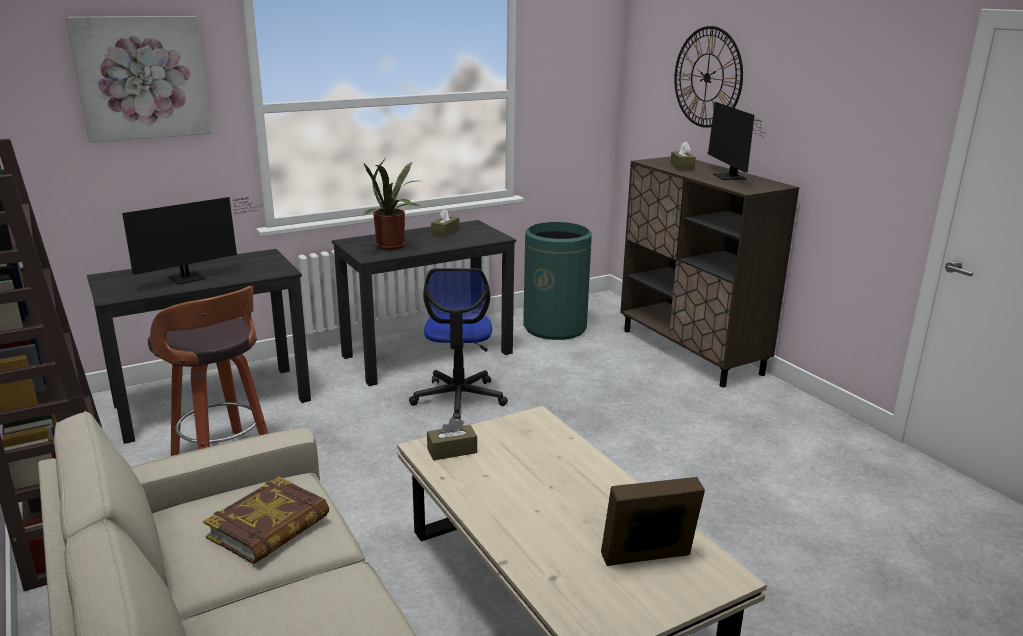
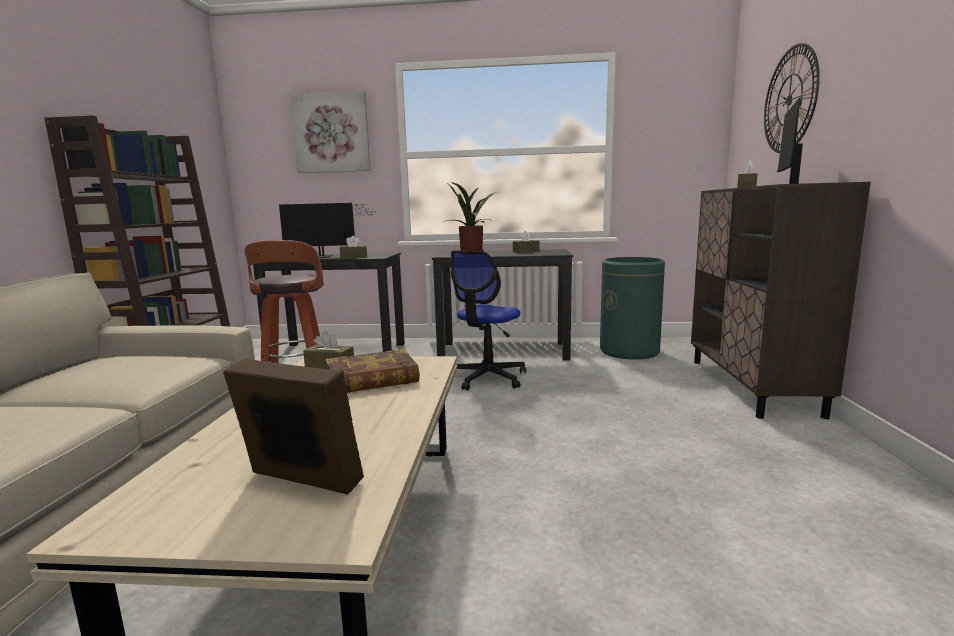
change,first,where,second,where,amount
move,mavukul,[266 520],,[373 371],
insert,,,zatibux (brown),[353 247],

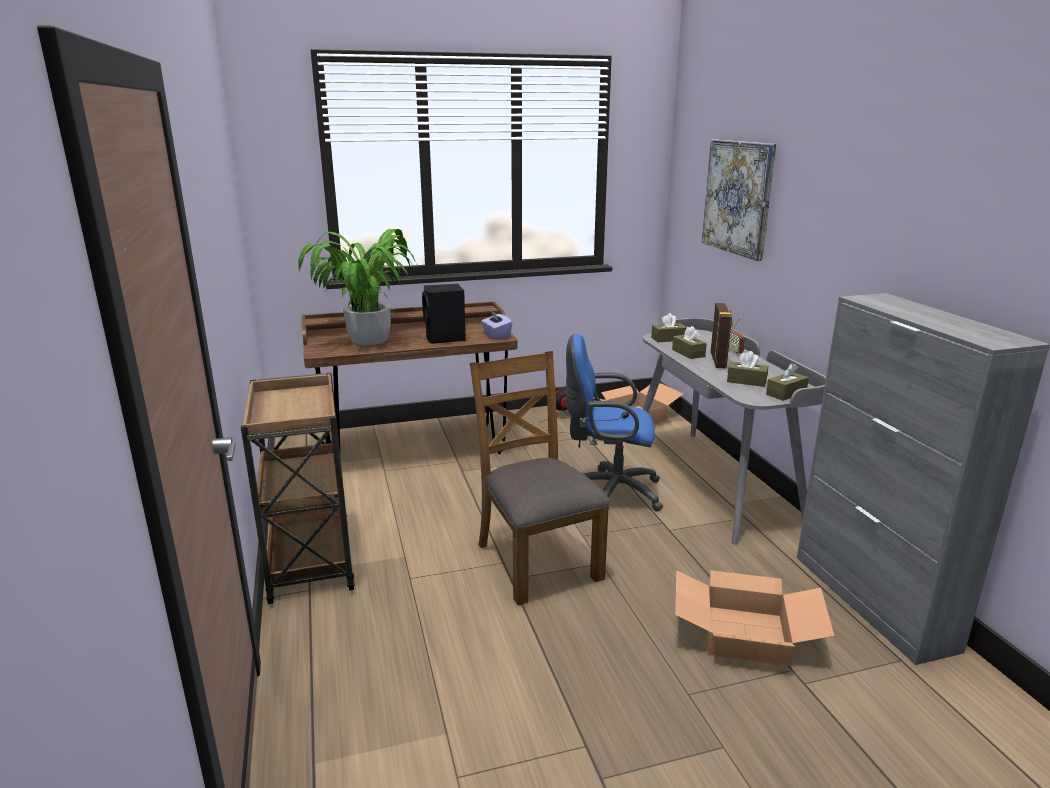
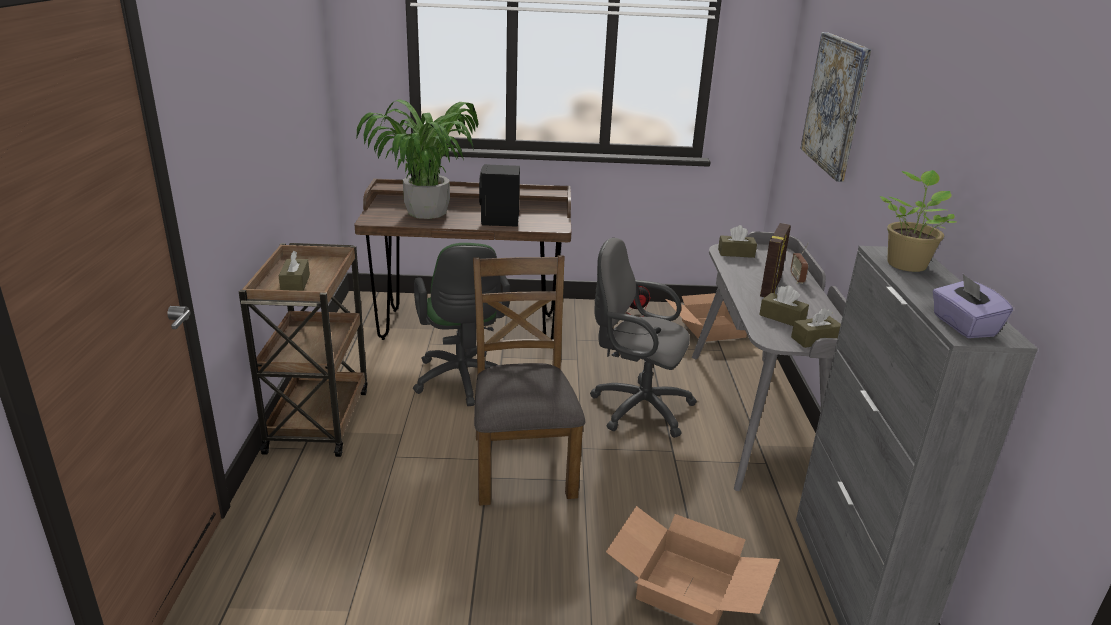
change,first,where,second,where,amount
move,zatibux (purple),[496 325],,[973 306],
move,zatibux (brown),[689 342],,[294 271],
recolor,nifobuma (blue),[614 423],nifobuma (grey),[643 337],
insert,,,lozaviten,[918 221],
insert,,,nifobuma (green),[461 324],

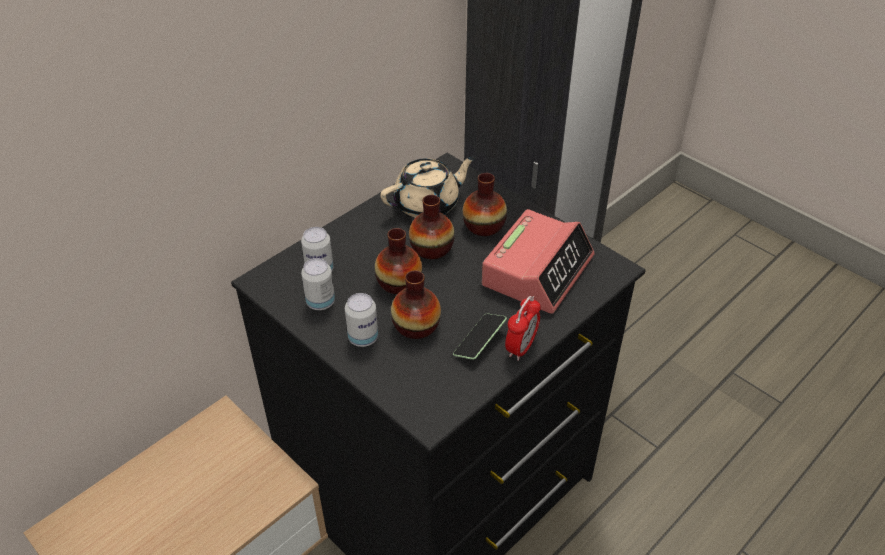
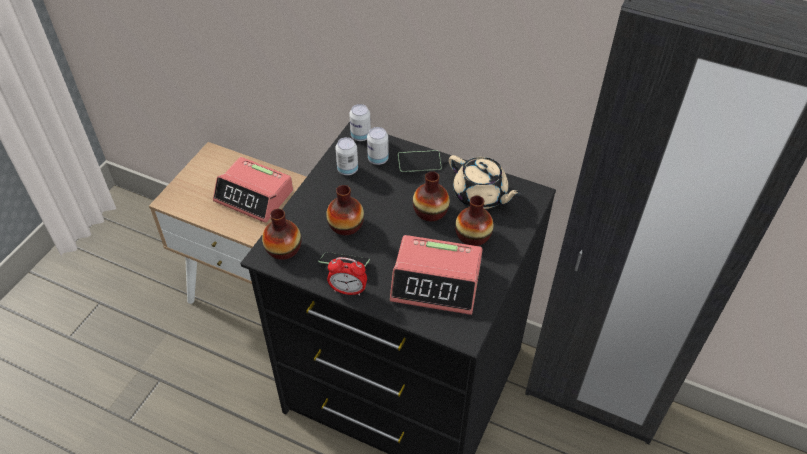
change,first,where,second,where,amount
move,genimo,[398 261],,[281 234],
move,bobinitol,[361 320],,[360 122],
insert,,,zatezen,[420 161],
insert,,,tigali,[253 190],

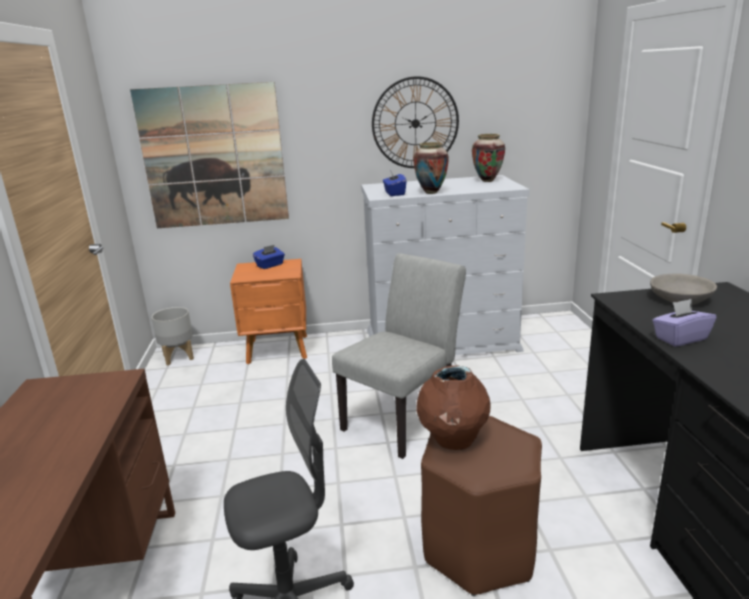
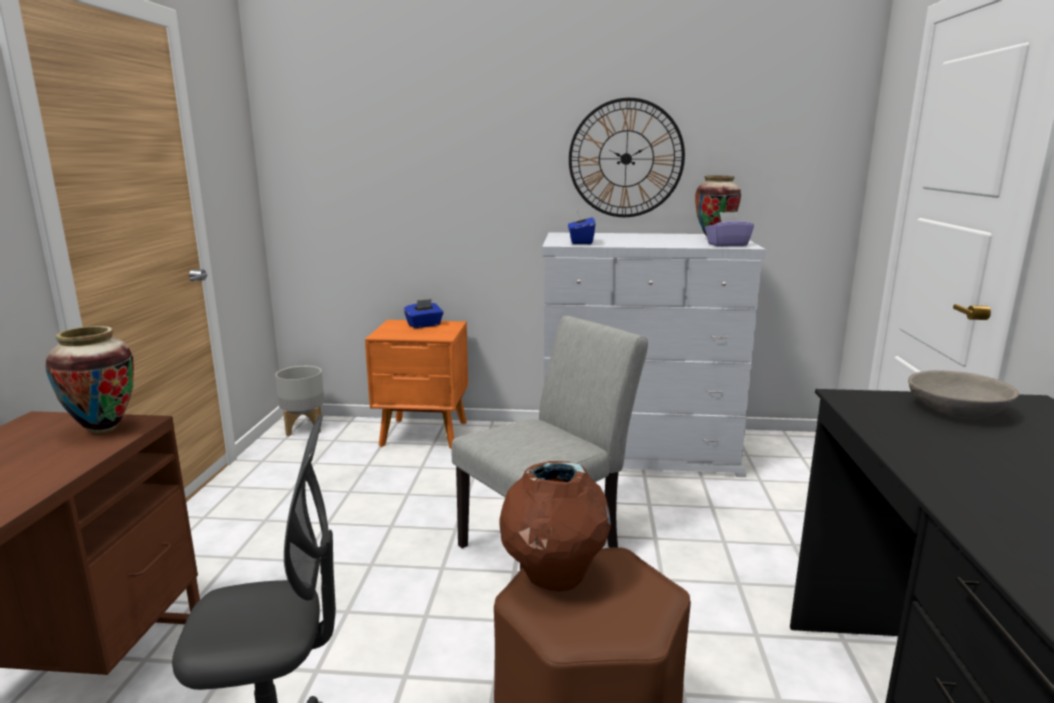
change,first,where,second,where,amount
delete,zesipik,[209 155],,,
move,genimo,[431 168],,[90 380],
move,zatibux (purple),[684 323],,[729 229],

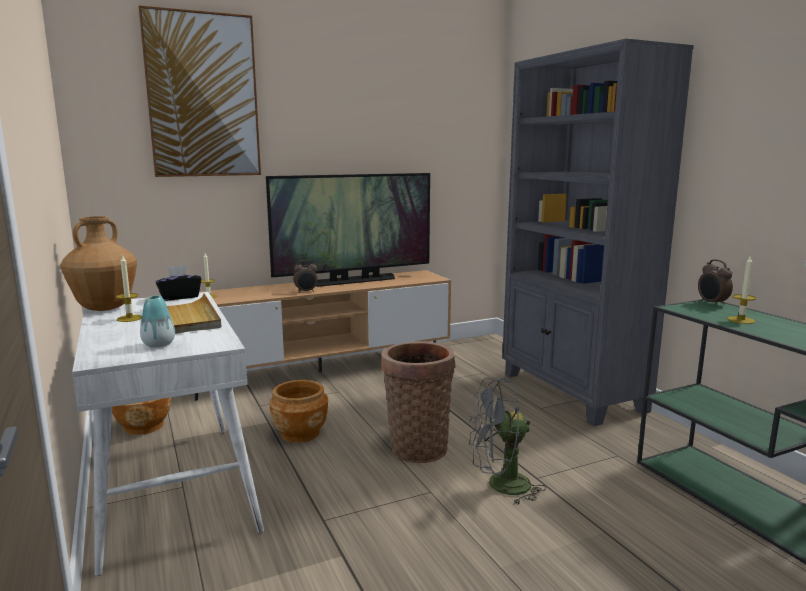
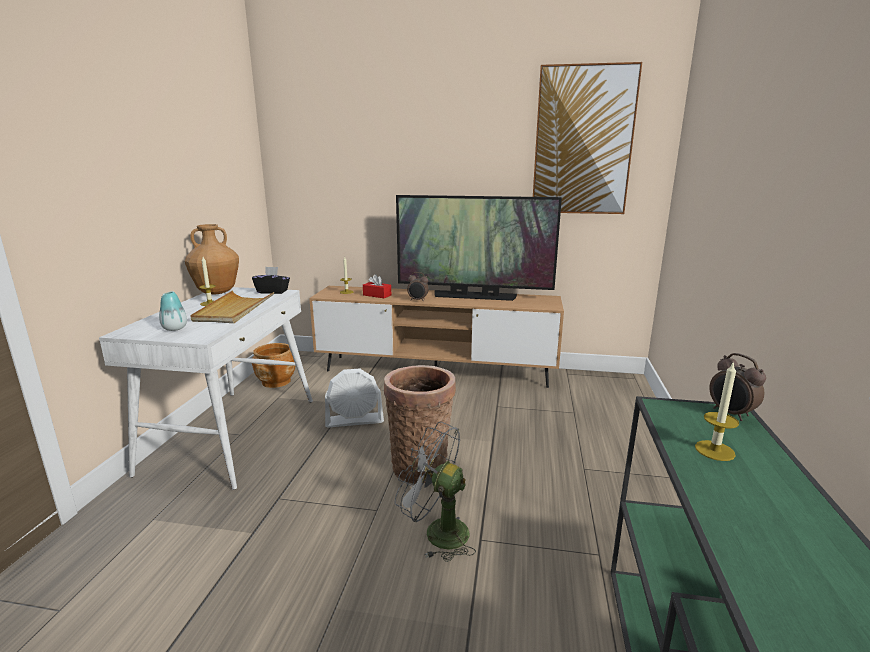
change,first,where,second,where,amount
move,zesipik,[200 91],,[587 138],
delete,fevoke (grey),[598 232],,,
rotate,tigali,[715 282],,[737 387],45 degrees counterclockwise
replace,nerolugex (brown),[299 411],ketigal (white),[354 398],
insert,,,zatibux (red),[377 286],

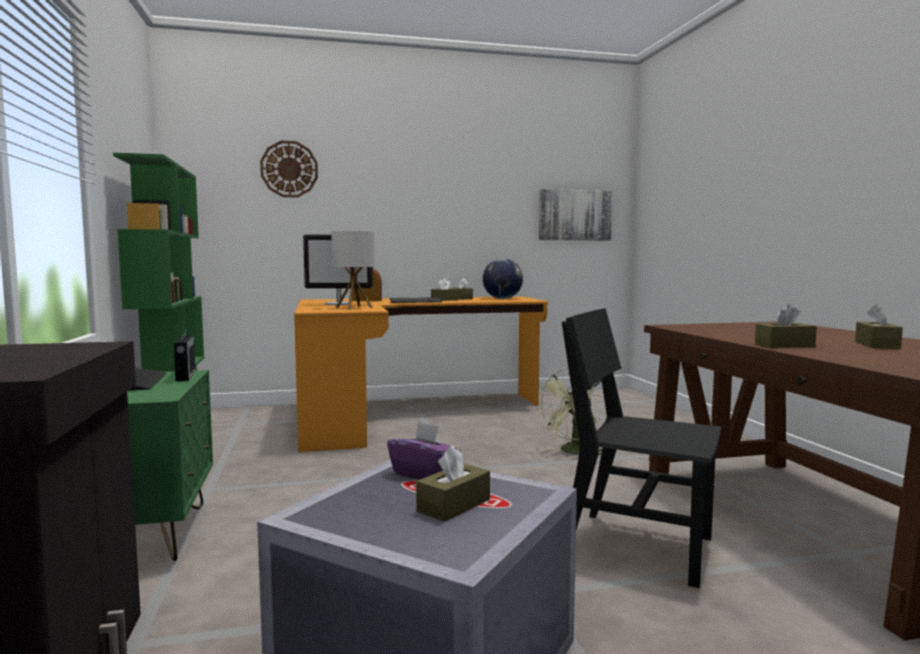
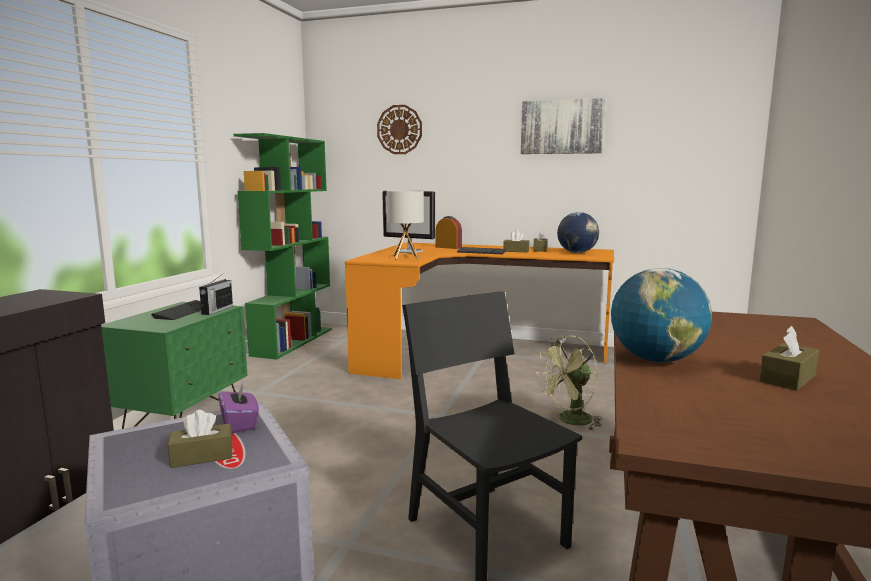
change,first,where,second,where,amount
move,zesipik,[576 214],,[563 126],
replace,zatibux (brown),[786 326],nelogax,[661 315],

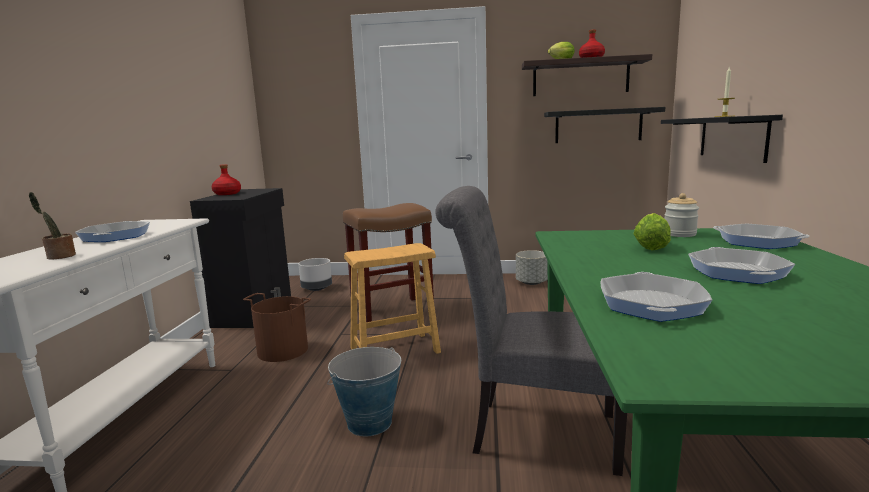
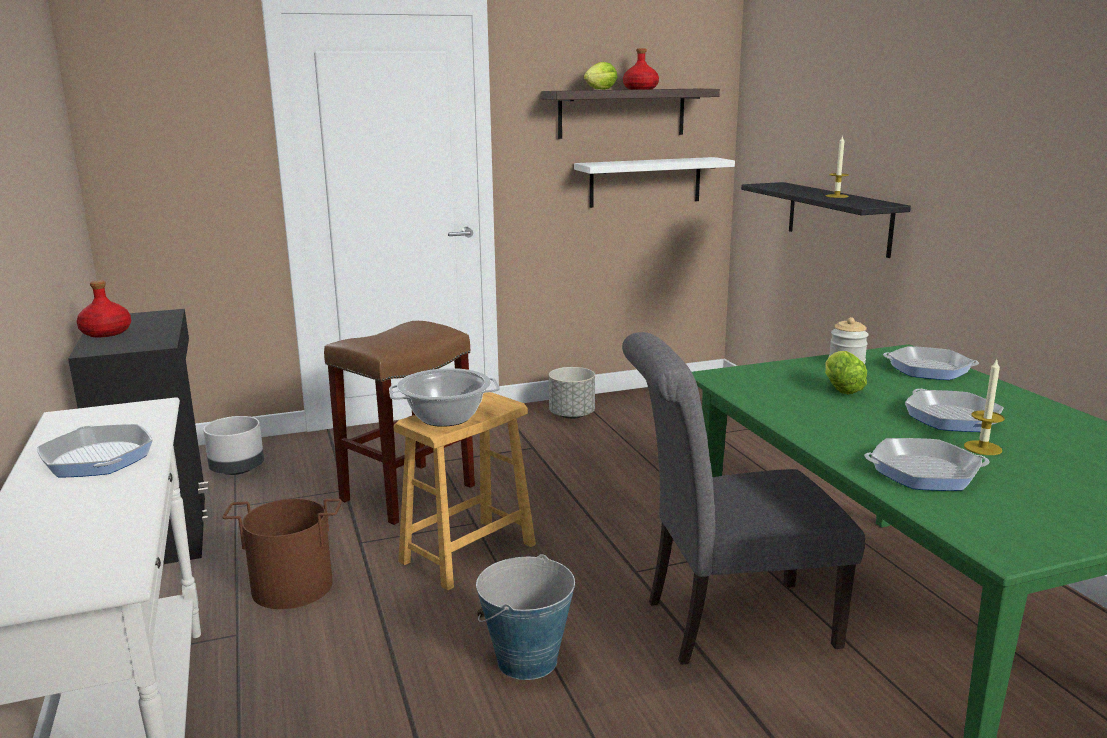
change,first,where,second,where,amount
recolor,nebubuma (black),[604 125],nebubuma (white),[654 182],
delete,lozaviten,[52 226],,,
rotate,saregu,[656 297],,[926 464],75 degrees counterclockwise
insert,,,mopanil,[984 407],
insert,,,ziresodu,[444 397],

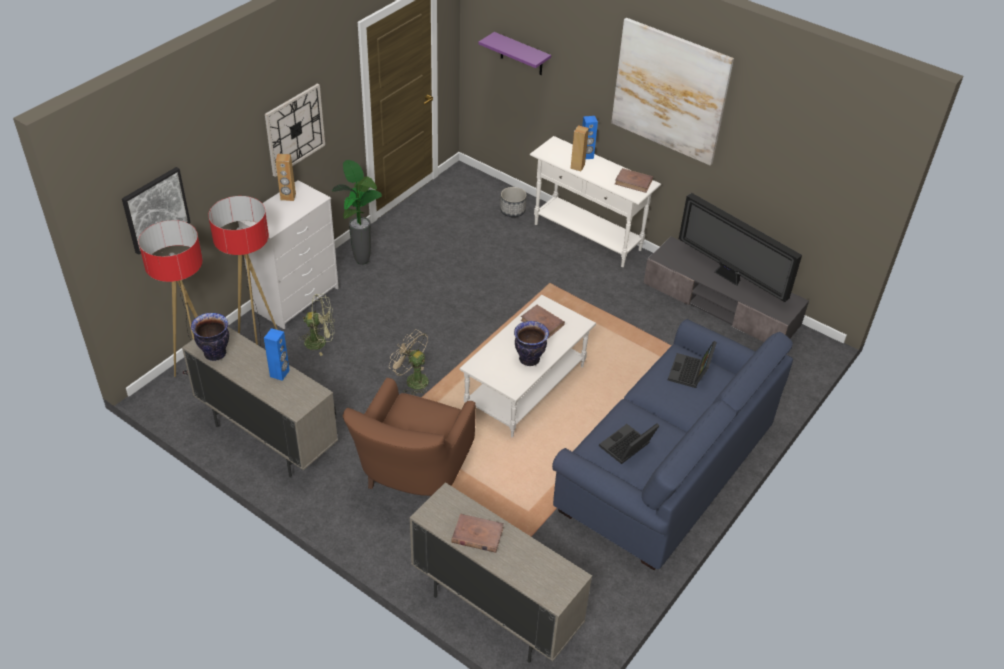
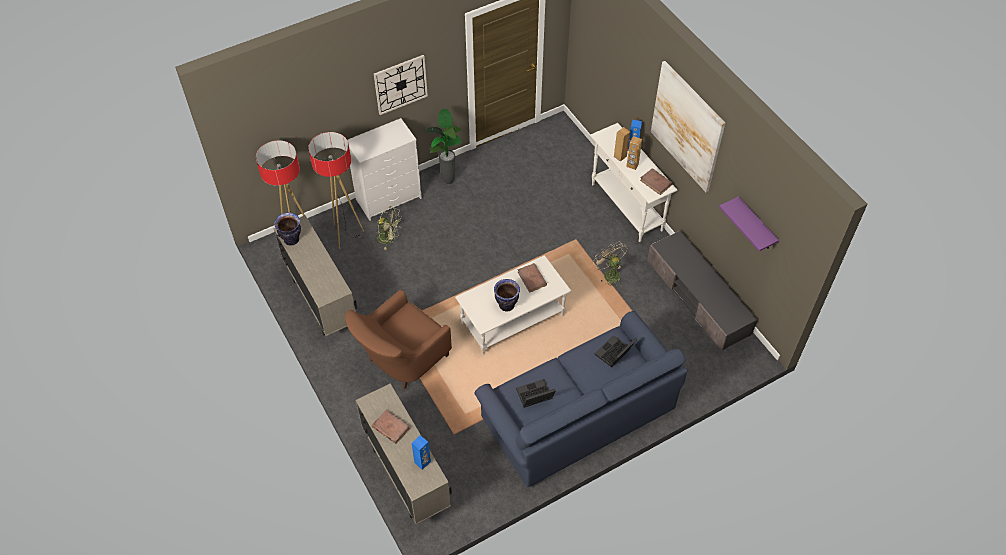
change,first,where,second,where,amount
move,nebubuma (purple),[514 53],,[749 224],
move,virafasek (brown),[286 177],,[634 153],
delete,zesipik,[156 211],,,
delete,nerolugex,[513 202],,,
delete,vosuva,[740 247],,,
move,virafasek (blue),[277 354],,[421 452],
move,ketigal (beige),[409 362],,[610 264],

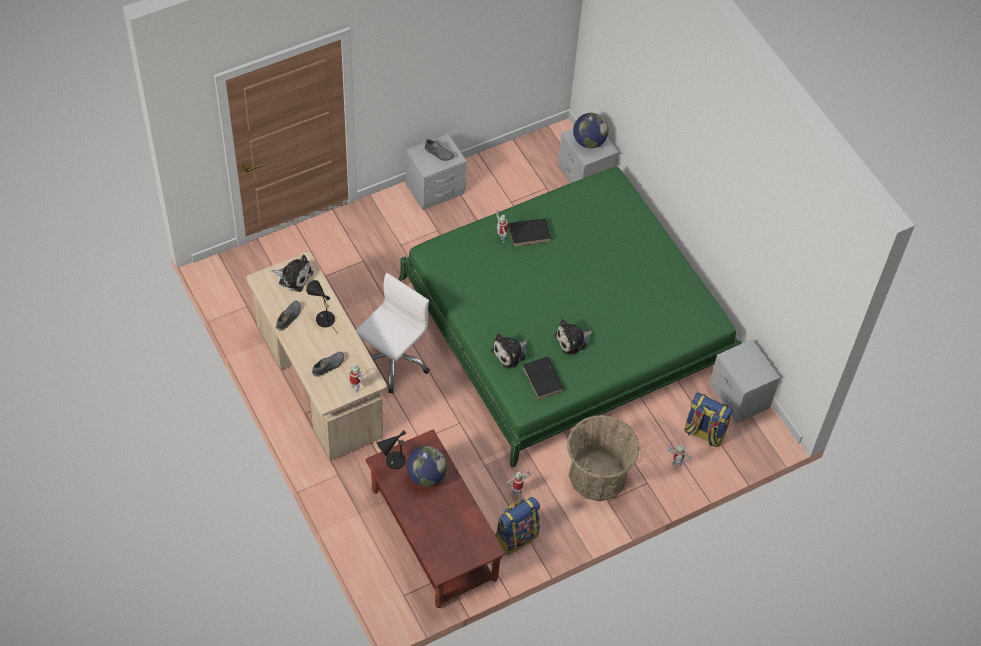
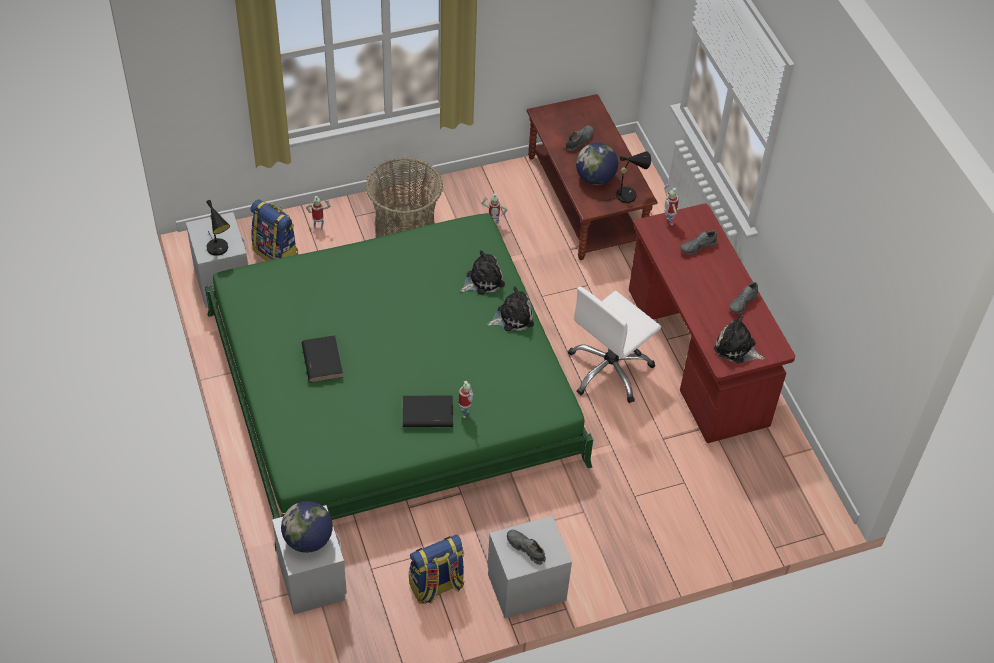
change,first,where,second,where,amount
recolor,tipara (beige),[316 356],tipara (red),[712 323],
move,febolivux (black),[321 306],,[218 228],
move,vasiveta,[573 337],,[510 308],
move,mavukul (black),[543 378],,[322 359],
move,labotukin,[517 526],,[436 569],
insert,,,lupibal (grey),[579 138],

